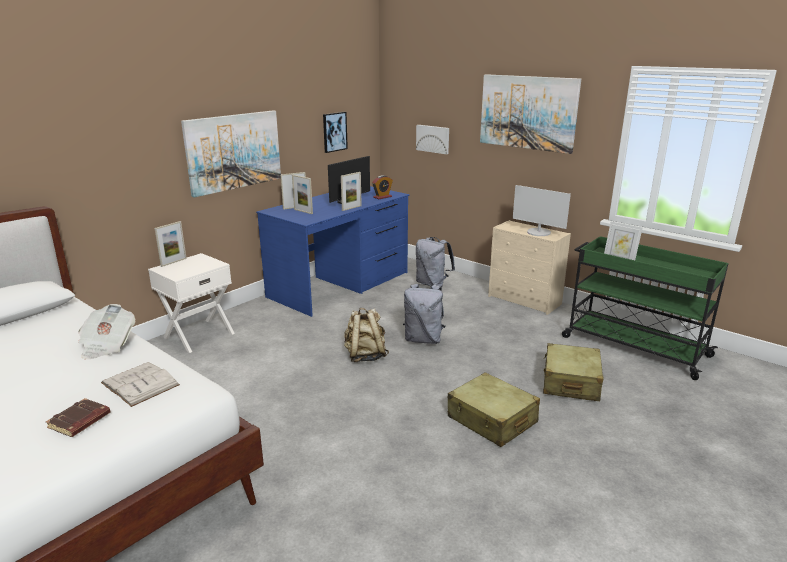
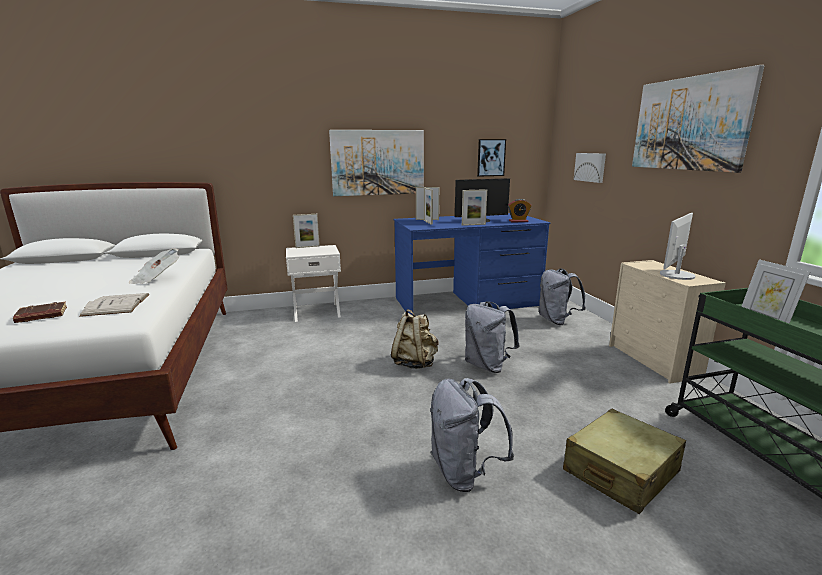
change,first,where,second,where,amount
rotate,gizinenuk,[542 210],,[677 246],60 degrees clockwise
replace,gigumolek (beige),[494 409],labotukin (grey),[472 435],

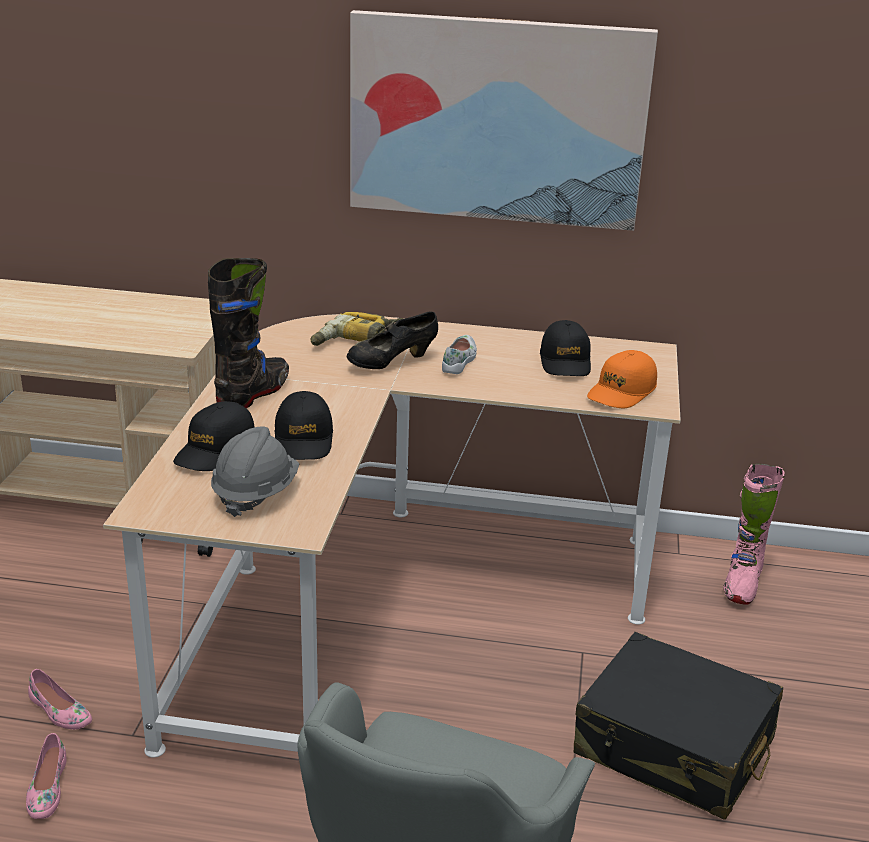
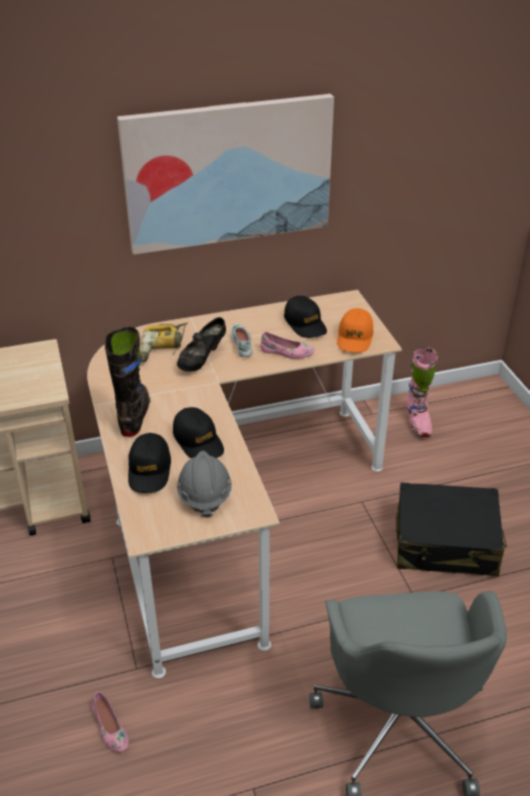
change,first,where,second,where,amount
move,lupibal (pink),[60 699],,[287 345],

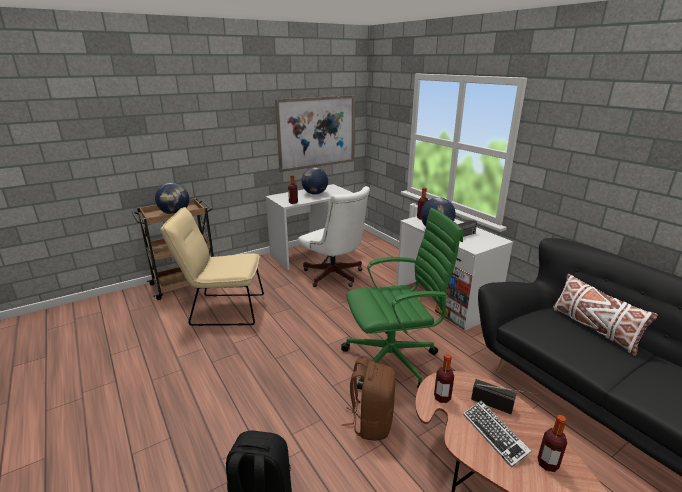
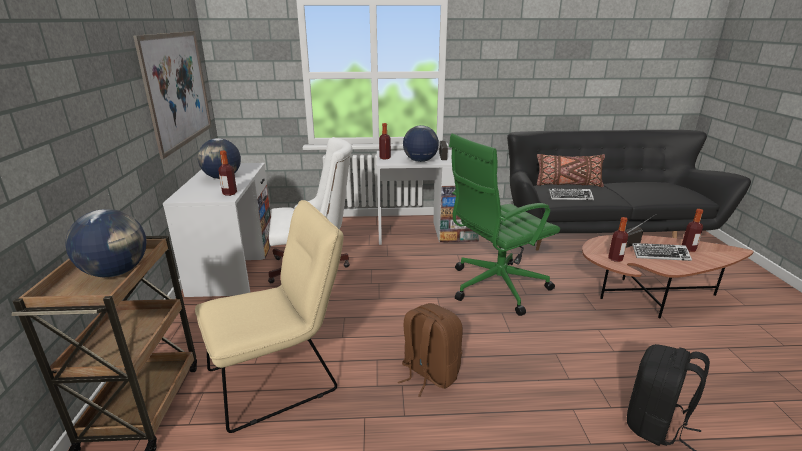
change,first,where,second,where,amount
rotate,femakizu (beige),[212 266],,[269 316],150 degrees counterclockwise
rotate,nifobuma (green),[402 299],,[504 225],135 degrees counterclockwise
recolor,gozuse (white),[605 315],gozuse (brown),[571 170],
move,labotukin (brown),[368 399],,[430 350],
insert,,,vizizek,[571 194],

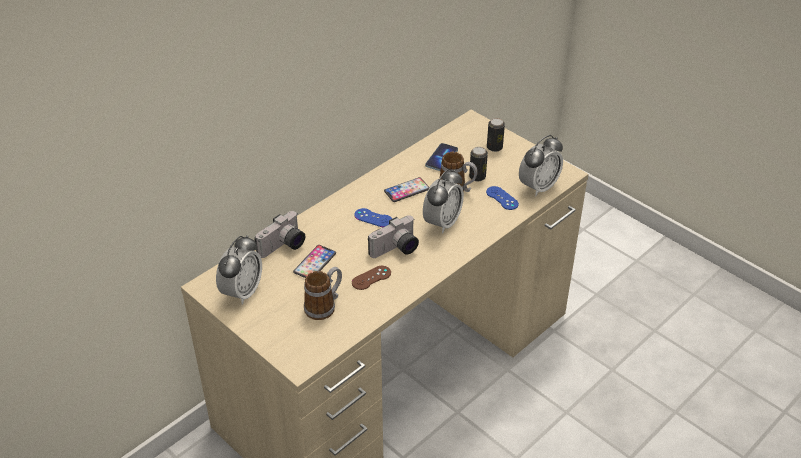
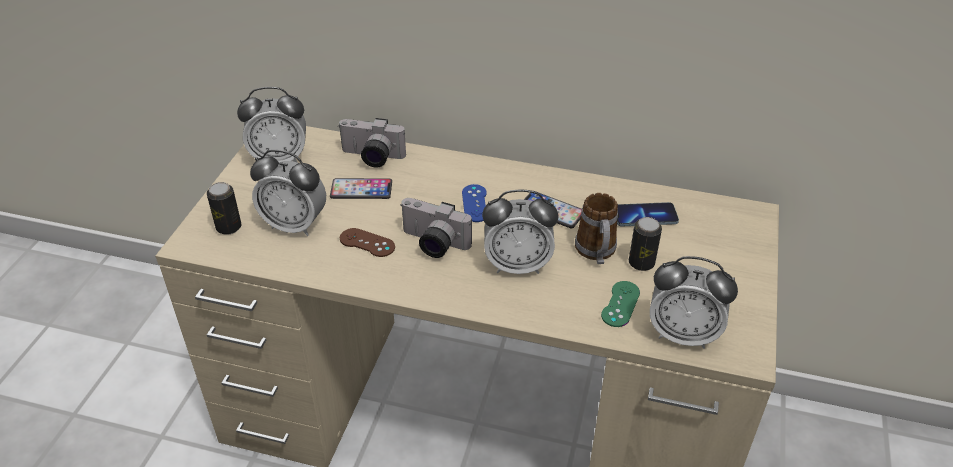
change,first,where,second,where,amount
move,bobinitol,[496 135],,[224 208],
recolor,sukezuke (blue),[502 198],sukezuke (green),[620 304],
replace,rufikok,[323 293],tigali,[288 193],

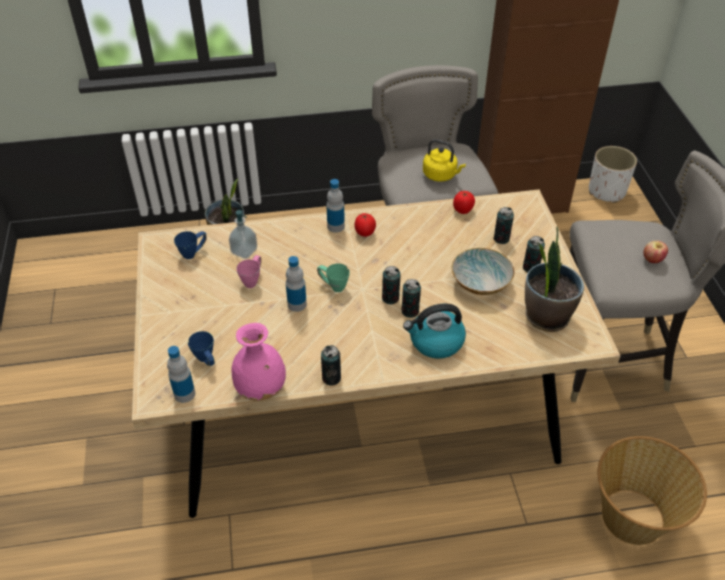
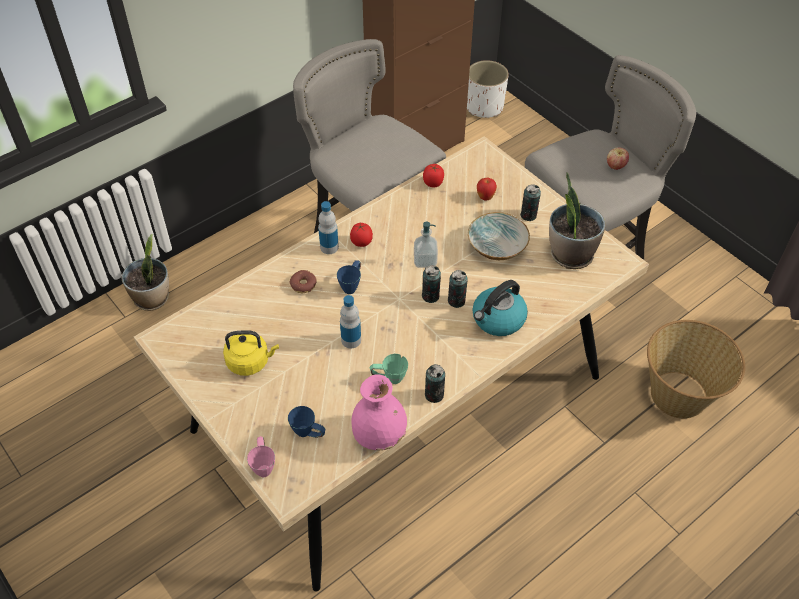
change,first,where,second,where,amount
move,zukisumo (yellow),[444 160],,[251 353],
replace,bobinitol,[503 225],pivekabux,[487 189],
move,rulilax,[243 234],,[426 244],
move,rufikok (blue),[190 245],,[349 277],
move,rufikok (pink),[249 271],,[261 456],
move,rufikok (green),[333 278],,[389 369],
delete,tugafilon,[181 374],,,
insert,,,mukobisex,[303 281],

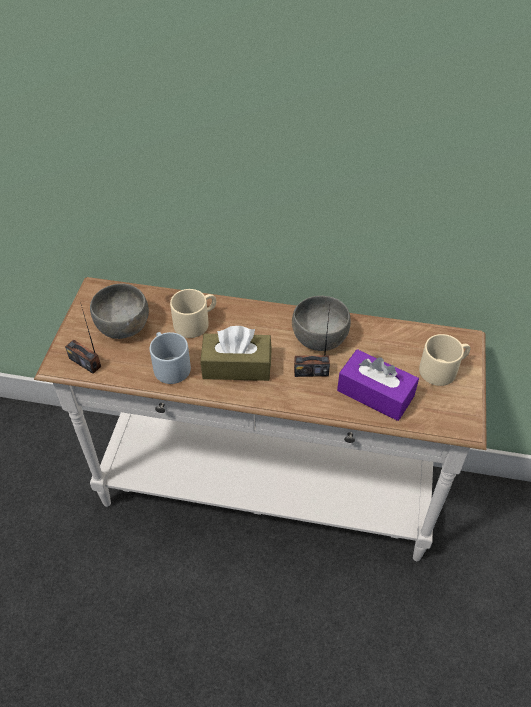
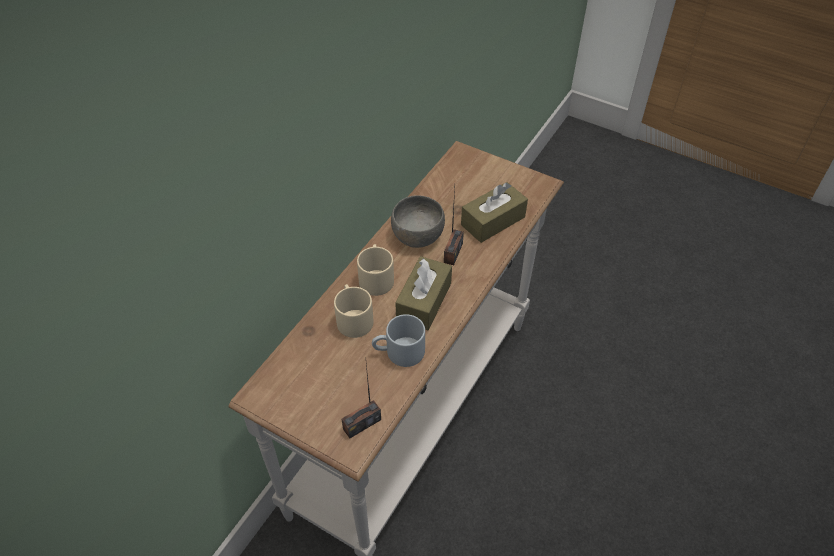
change,first,where,second,where,amount
delete,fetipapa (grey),[119 311],,,
move,rufikok (beige),[444 360],,[375 270],
recolor,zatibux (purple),[378 385],zatibux (brown),[494 212],

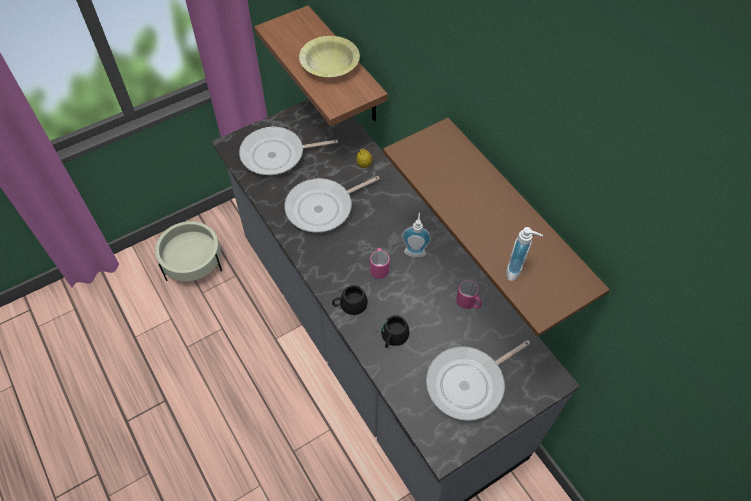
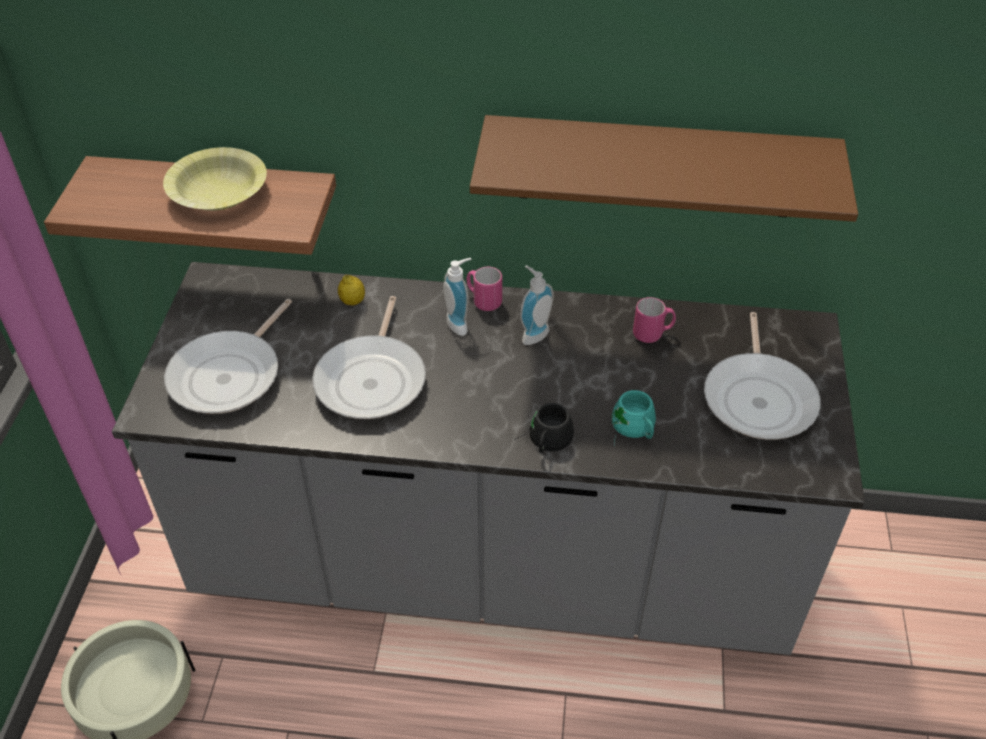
change,first,where,second,where,amount
move,rulilax,[524 254],,[457 297],
move,rufikok (pink),[380 263],,[484 289],
recolor,rufikok (black),[391 331],rufikok (turquoise),[634 417],

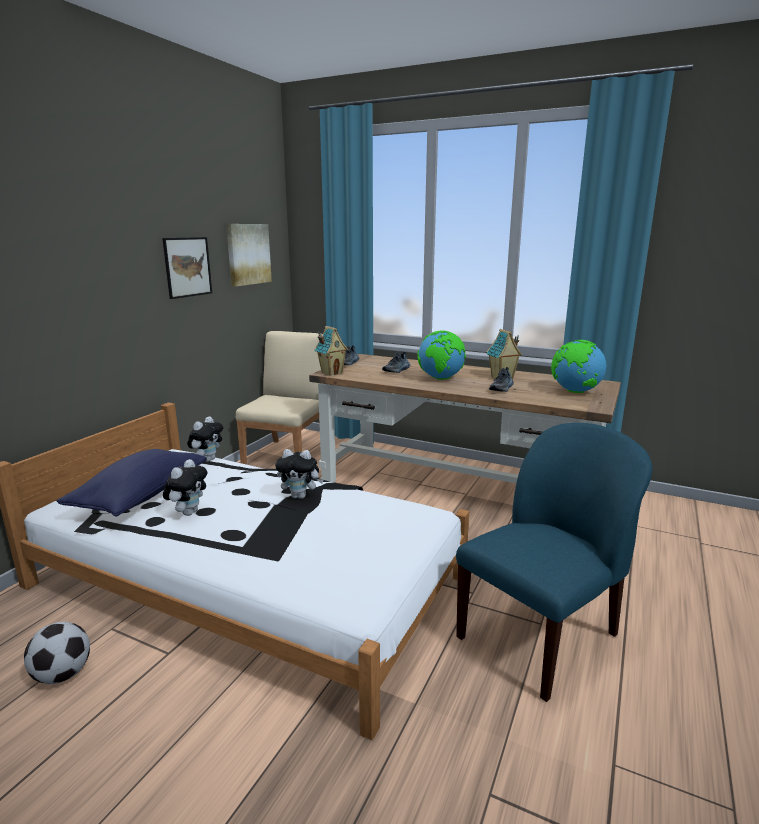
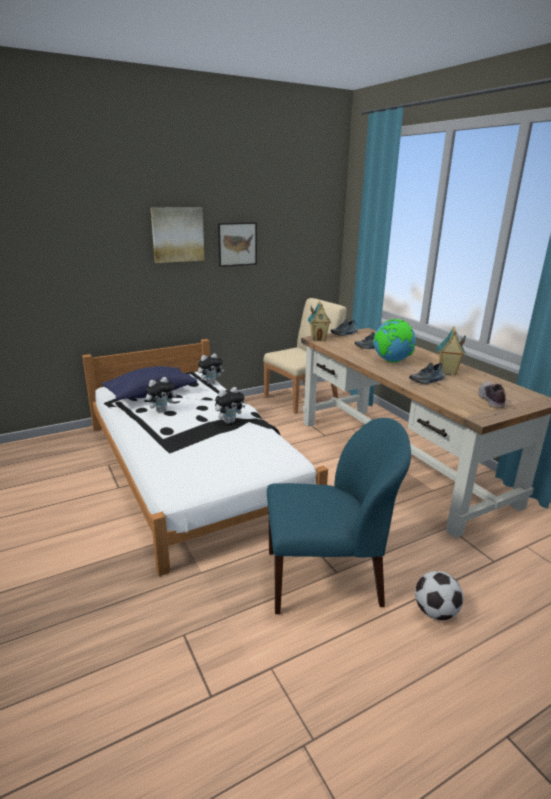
change,first,where,second,where,amount
move,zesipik,[249 255],,[177 235],
replace,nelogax,[578 366],lupibal,[492 394],
rotate,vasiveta,[299 474],,[230 405],75 degrees counterclockwise
move,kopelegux,[57 652],,[439 595],

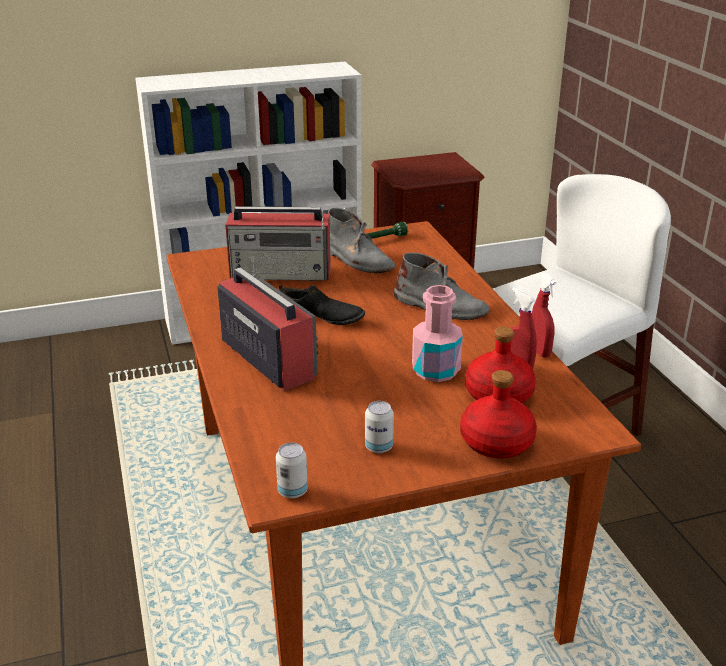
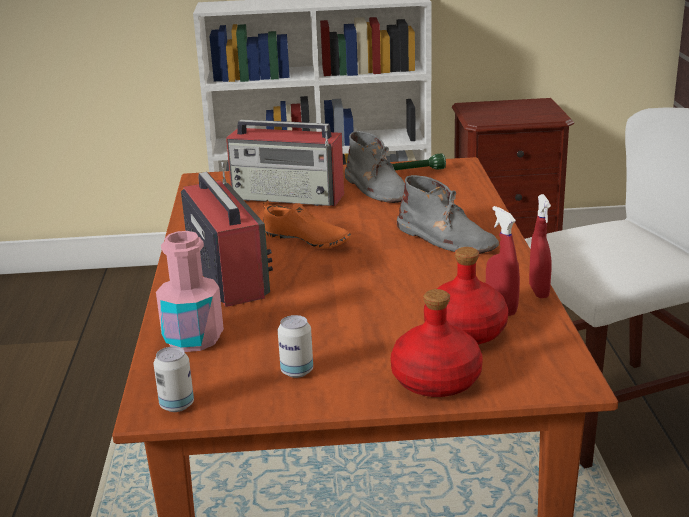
change,first,where,second,where,amount
recolor,lupibal (black),[322 304],lupibal (orange),[307 224],
move,tugafilon (pink),[437 333],,[190 291],

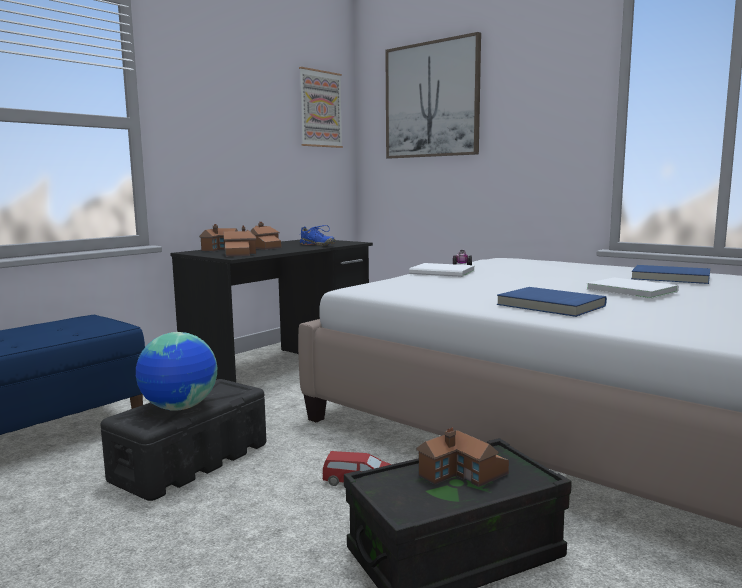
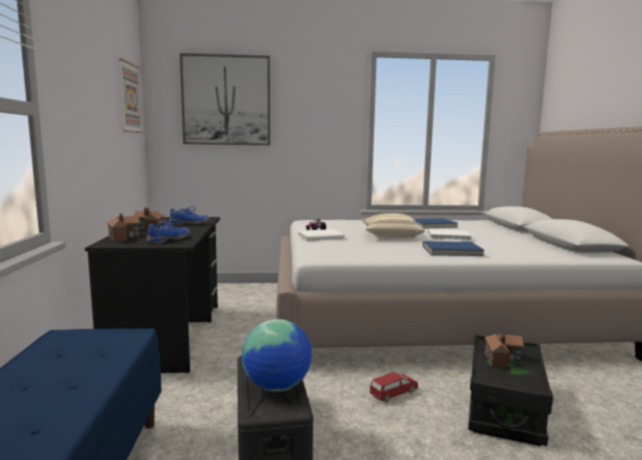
change,first,where,second,where,amount
replace,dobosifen,[240 241],lupibal (blue),[168 230],
insert,,,gozuse (beige),[393 225],

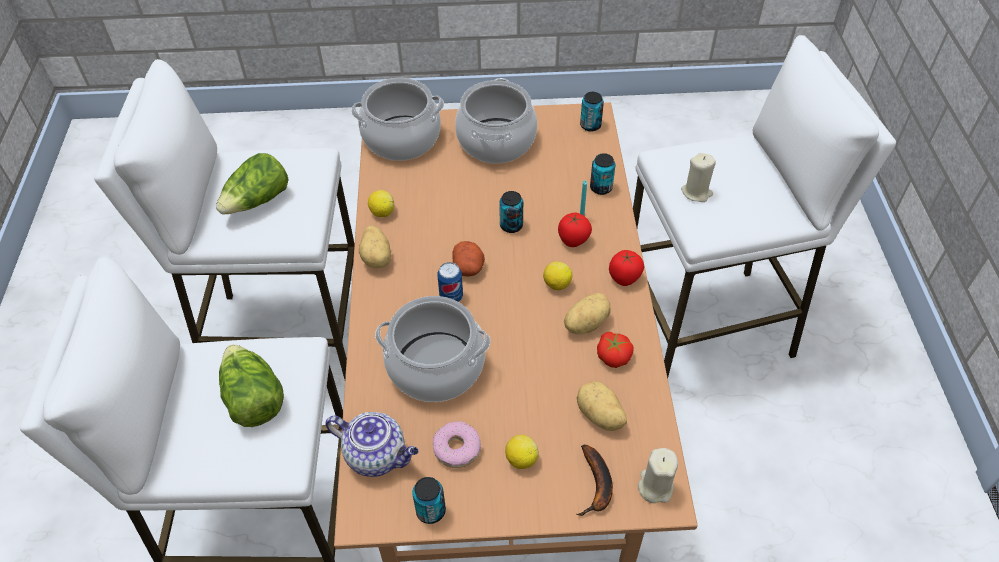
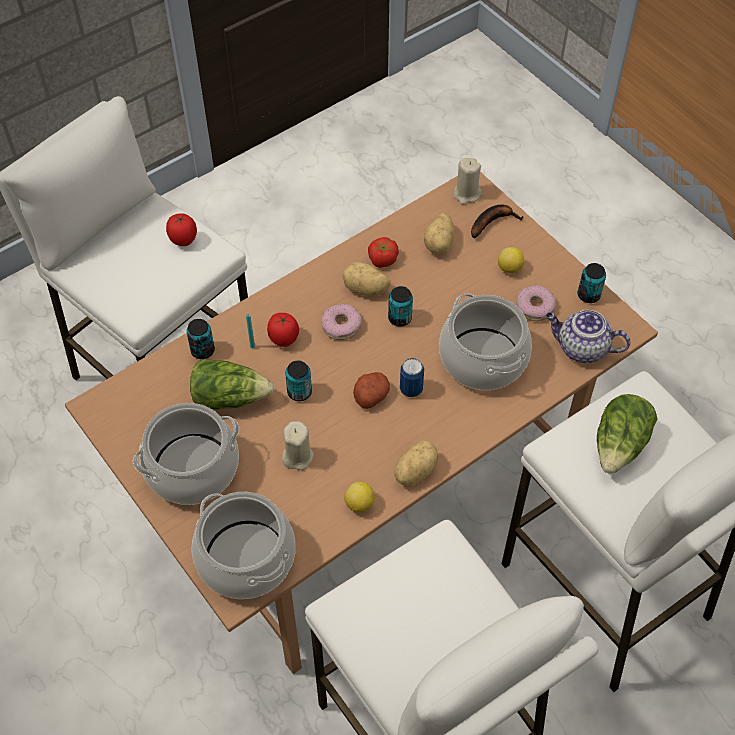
change,first,where,second,where,amount
move,bobinitol,[592 112],,[400 306],
move,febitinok,[252 183],,[232 384],
move,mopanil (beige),[698 177],,[298 445],
move,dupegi,[626 268],,[181 229],
replace,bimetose,[557 276],mukobisex,[341 322],
rotate,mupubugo,[372 444],,[588 336],60 degrees counterclockwise

